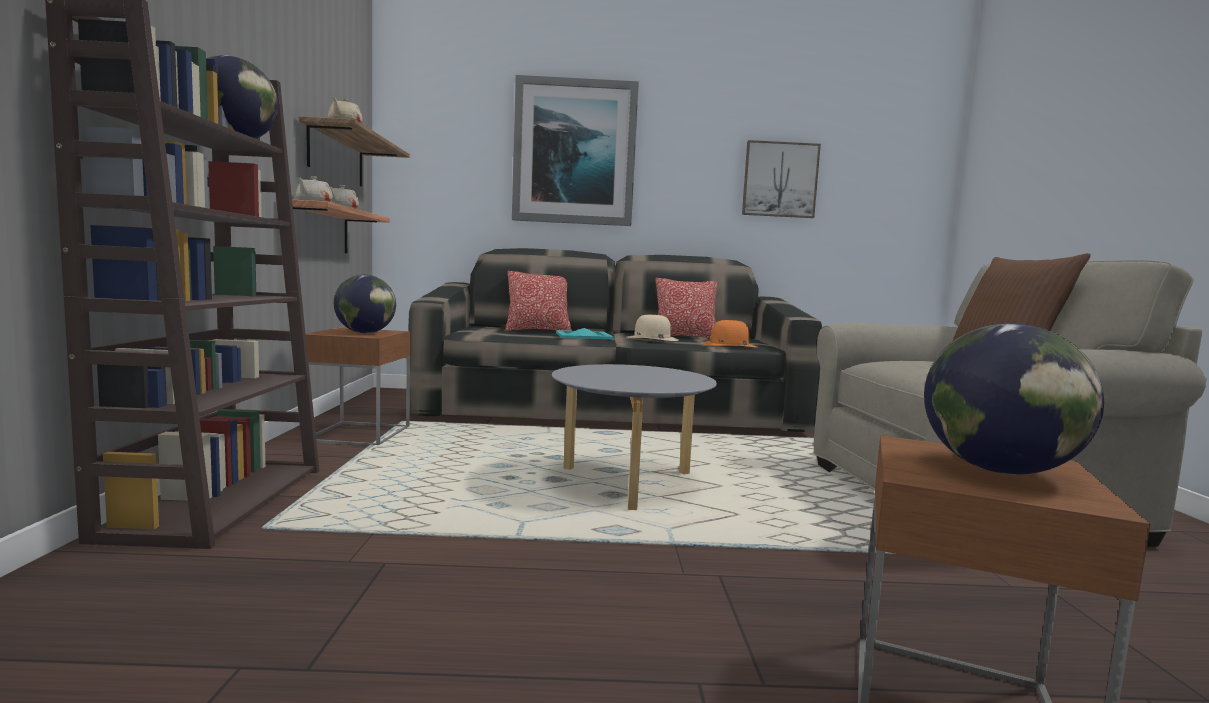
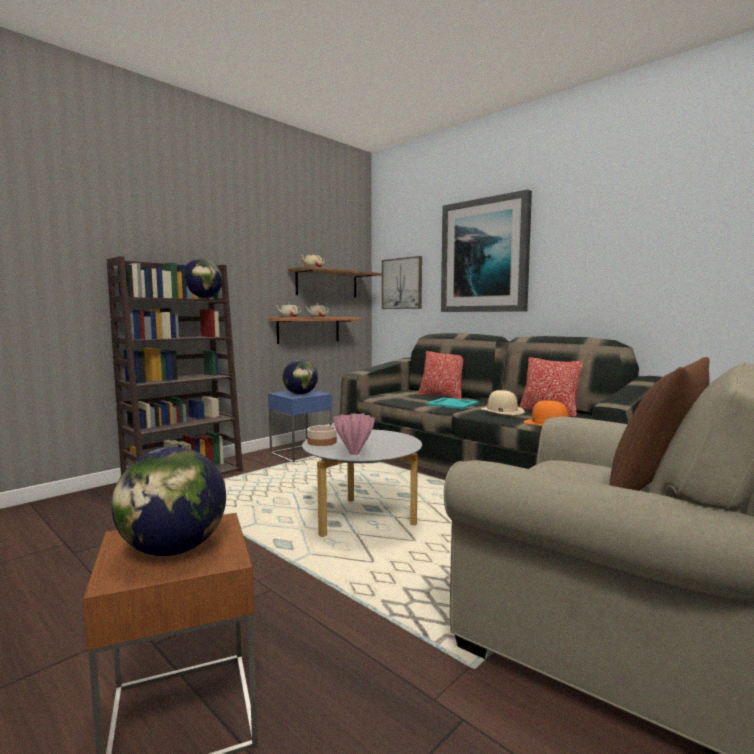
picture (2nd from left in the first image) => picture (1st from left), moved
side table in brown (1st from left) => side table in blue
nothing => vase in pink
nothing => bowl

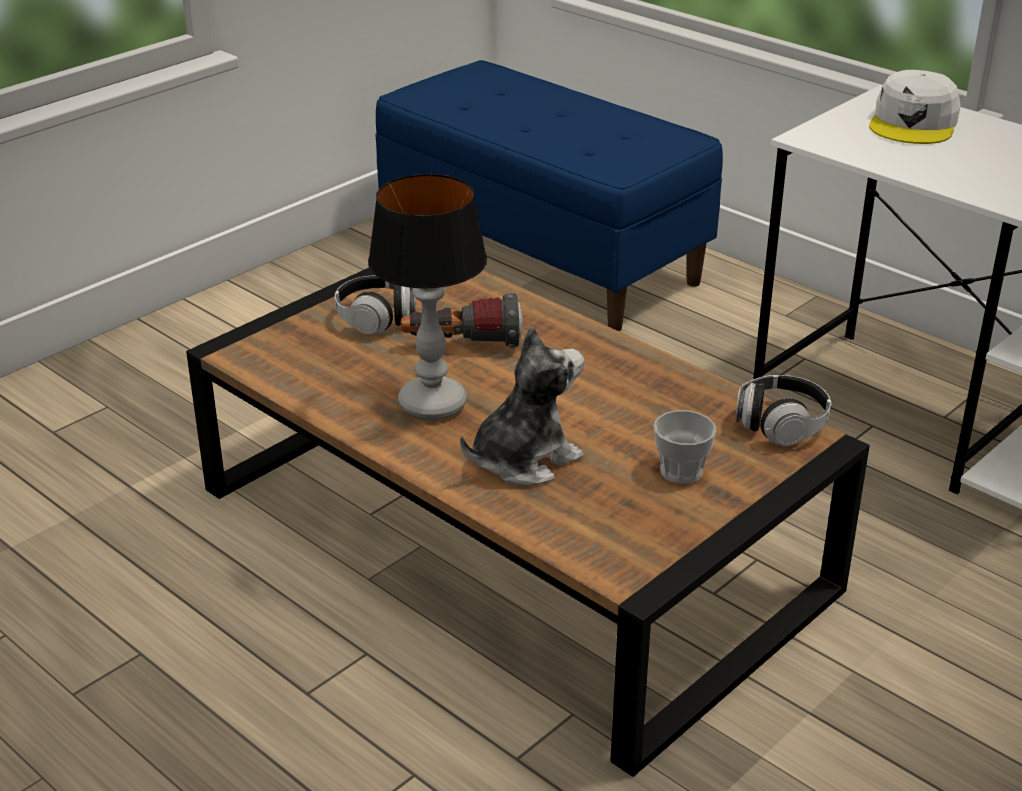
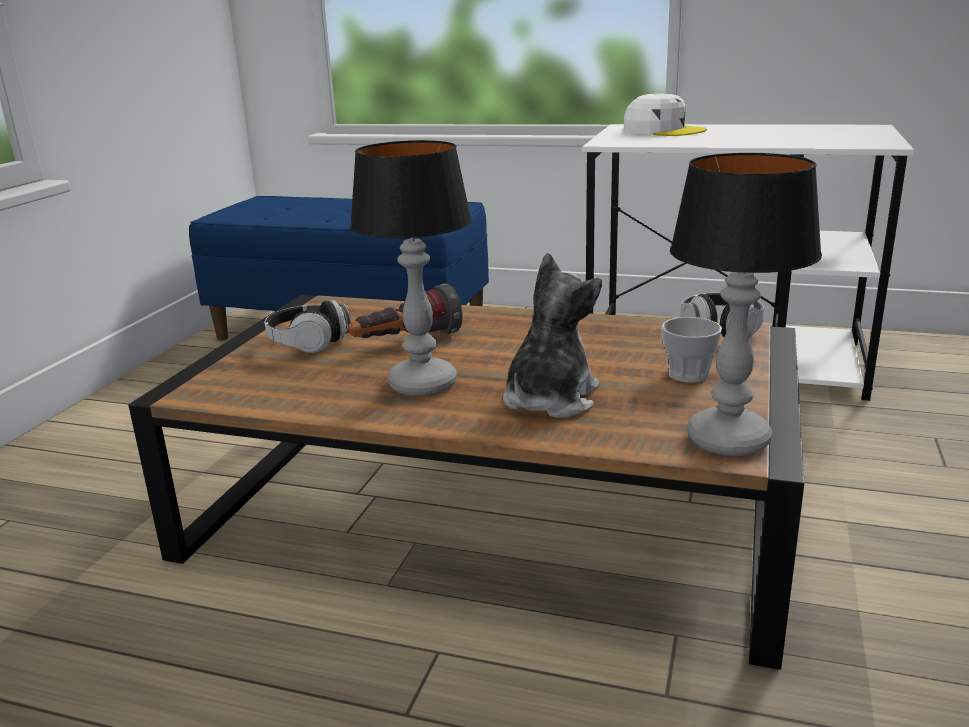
cap in white, 60 degrees counterclockwise
nothing => table lamp (2nd from left)

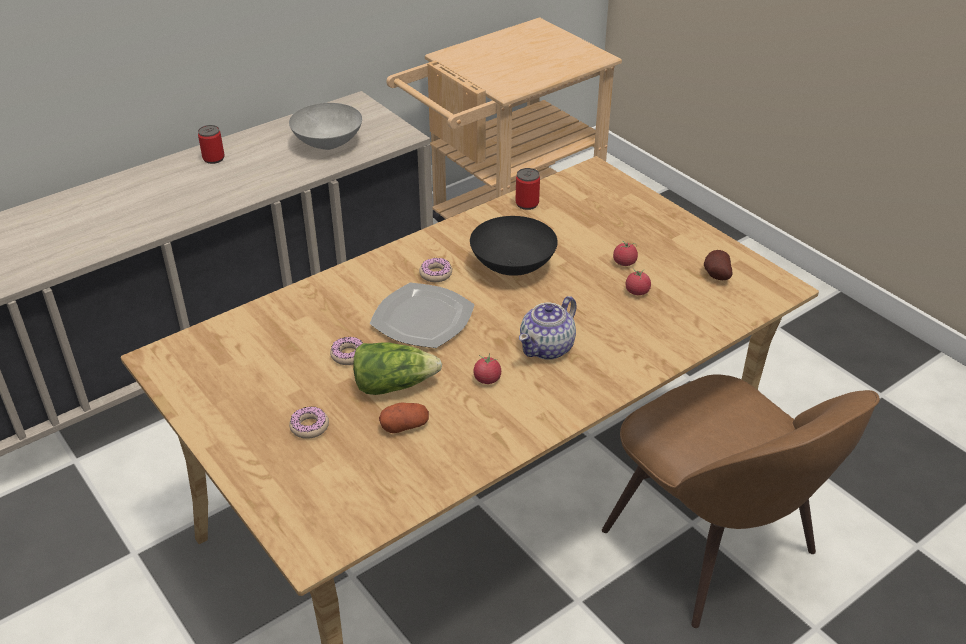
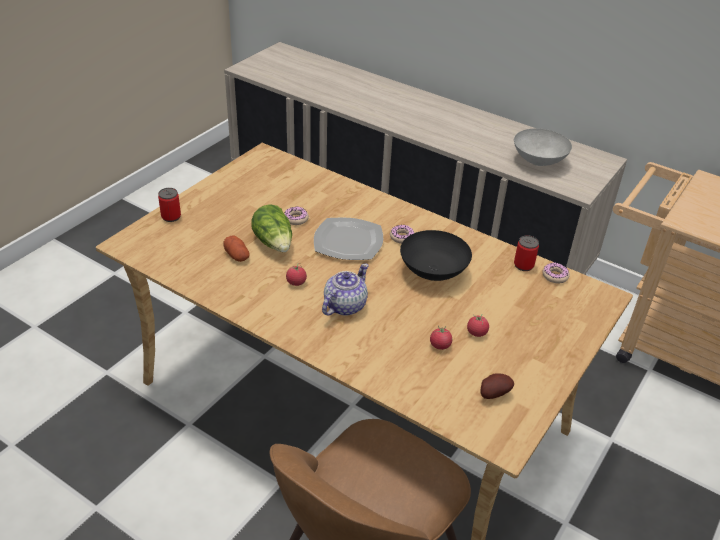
can (1st from left), moved
teapot, 105 degrees clockwise
donut (1st from left in the first image) => donut (3rd from left), moved

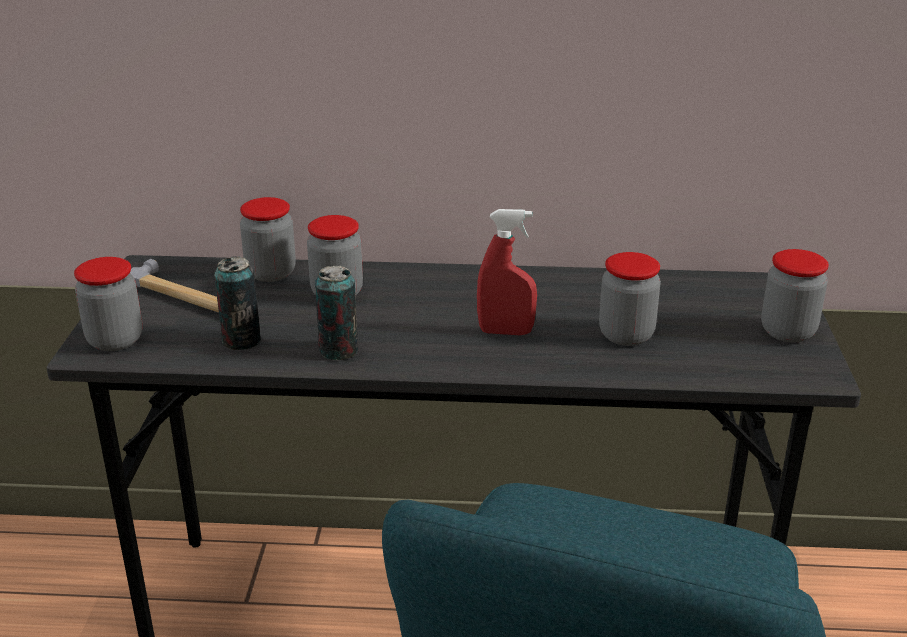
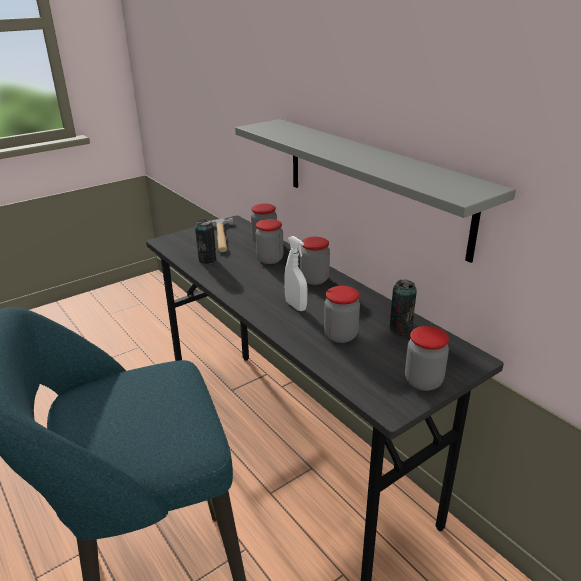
spray bottle in red => spray bottle in white
jar (1st from left in the first image) => jar (3rd from left), moved
can (2nd from left), moved
nothing => shelf in grey

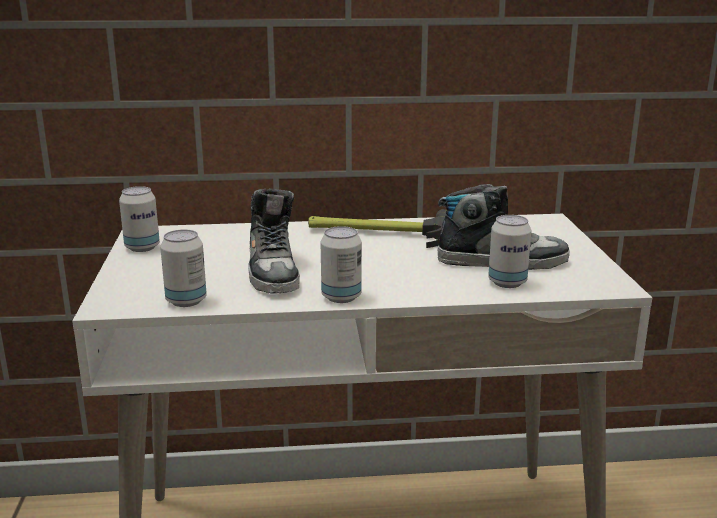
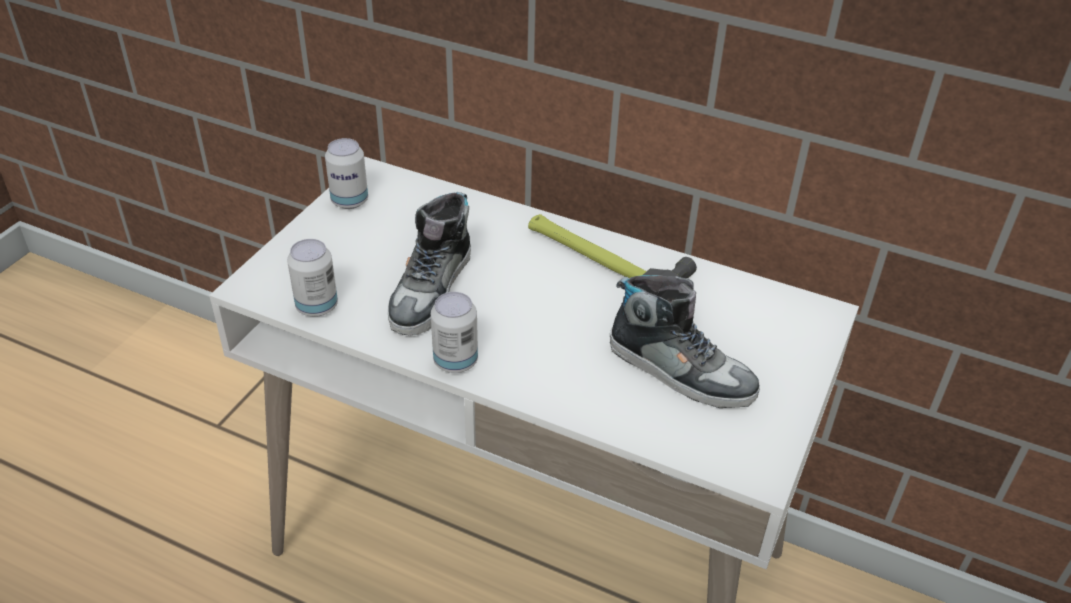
can (4th from left) => nothing

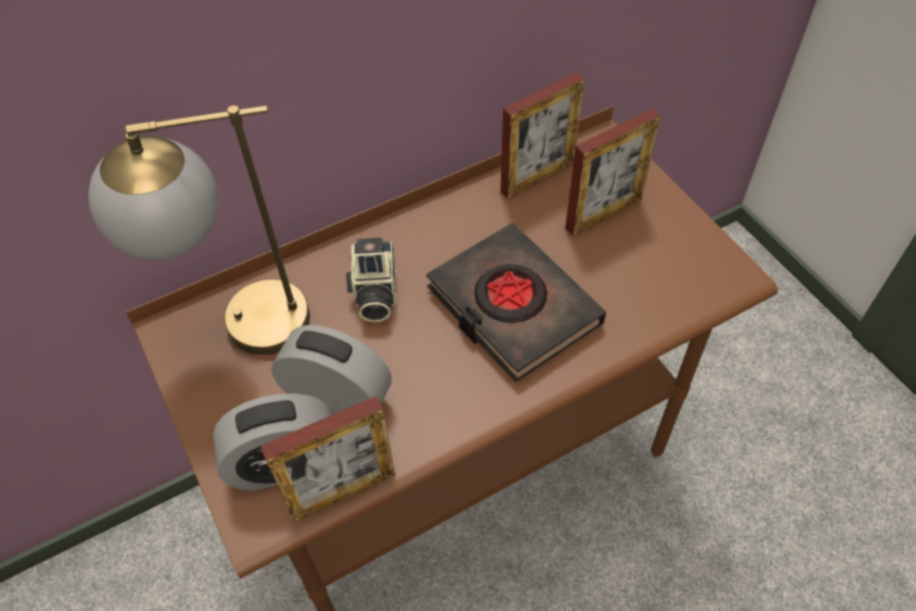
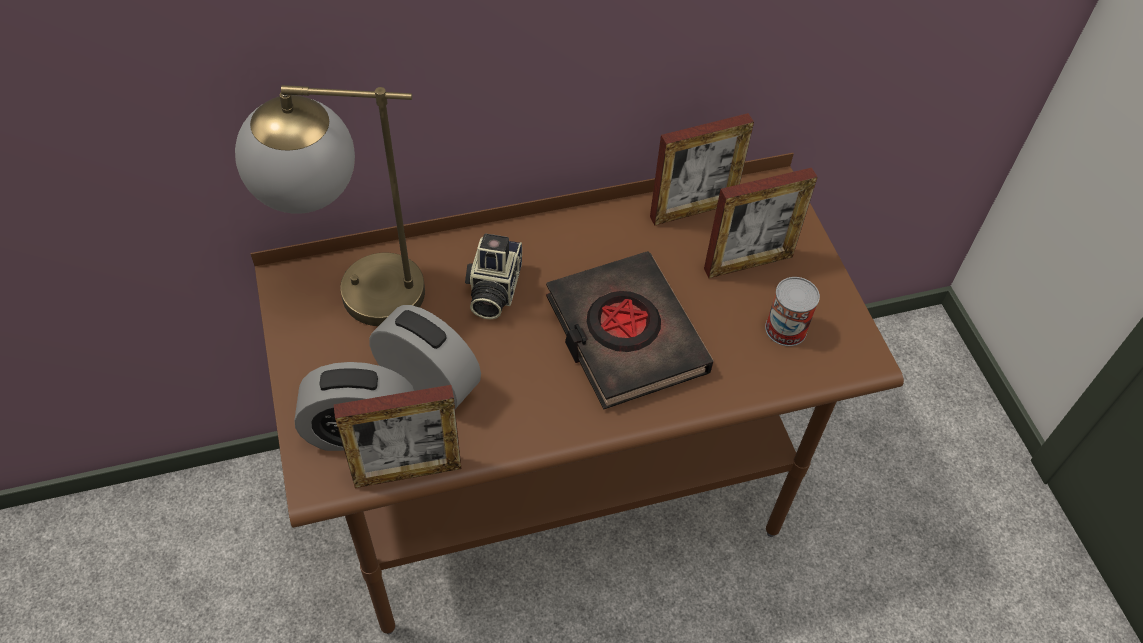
nothing => can

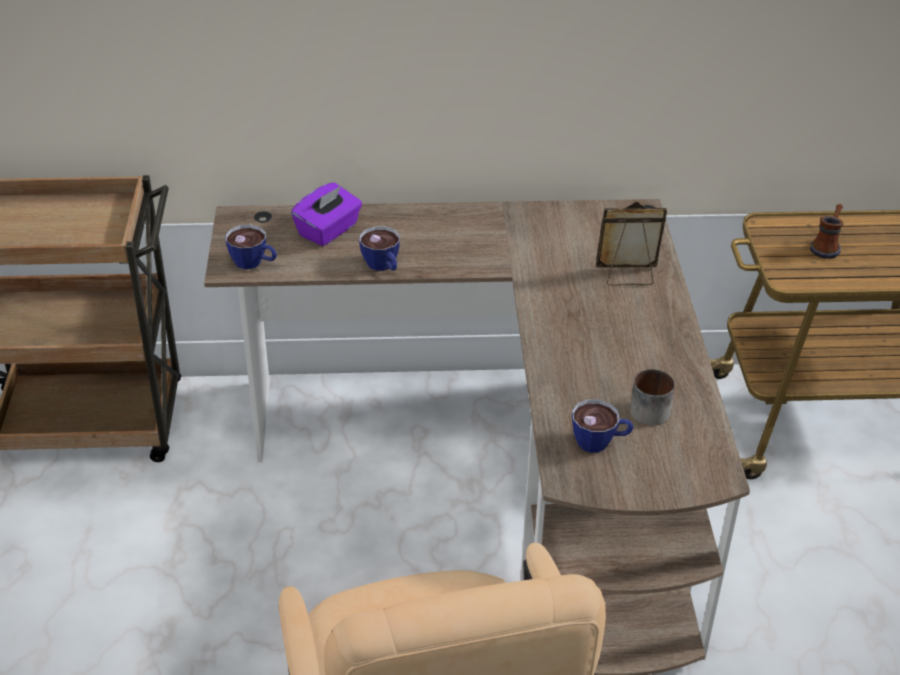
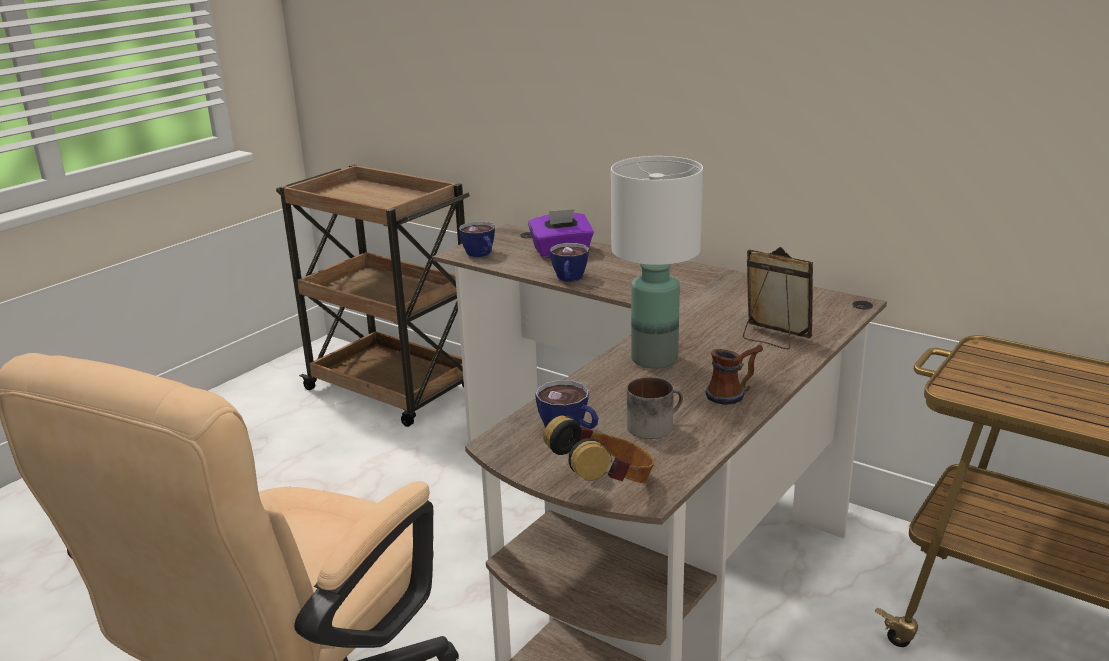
mug (2nd from left), moved
nothing => table lamp in white
nothing => headphones

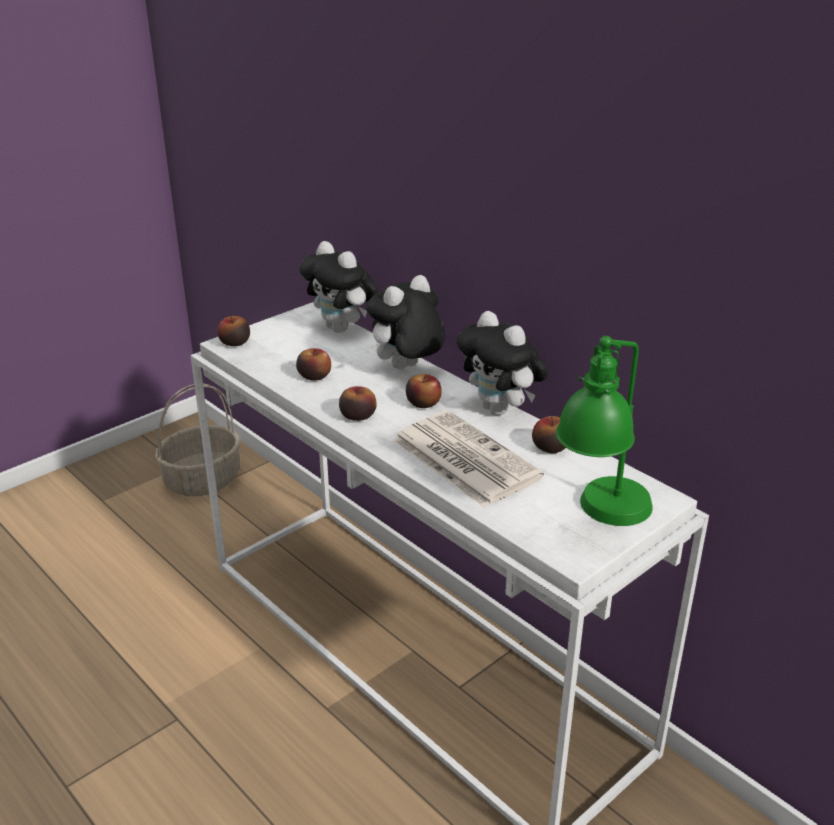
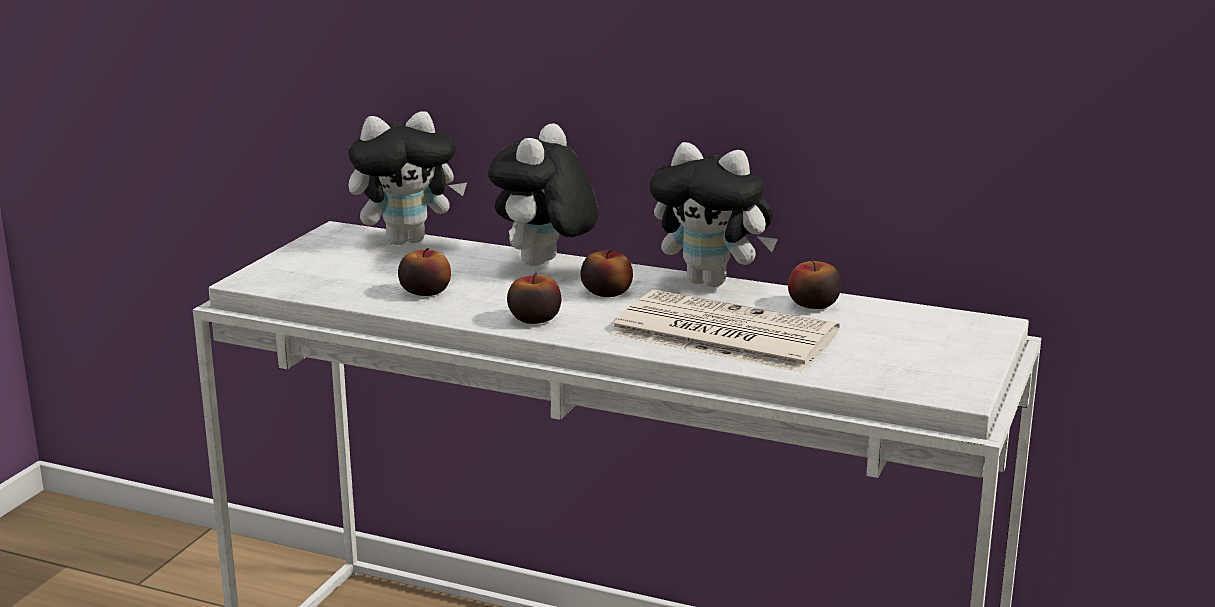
plush toy (1st from left), 45 degrees counterclockwise
apple (1st from left) => nothing
table lamp in green => nothing
basket => nothing

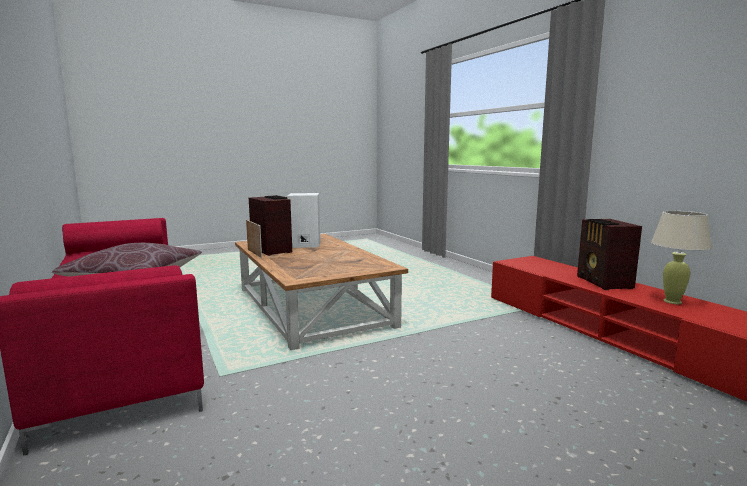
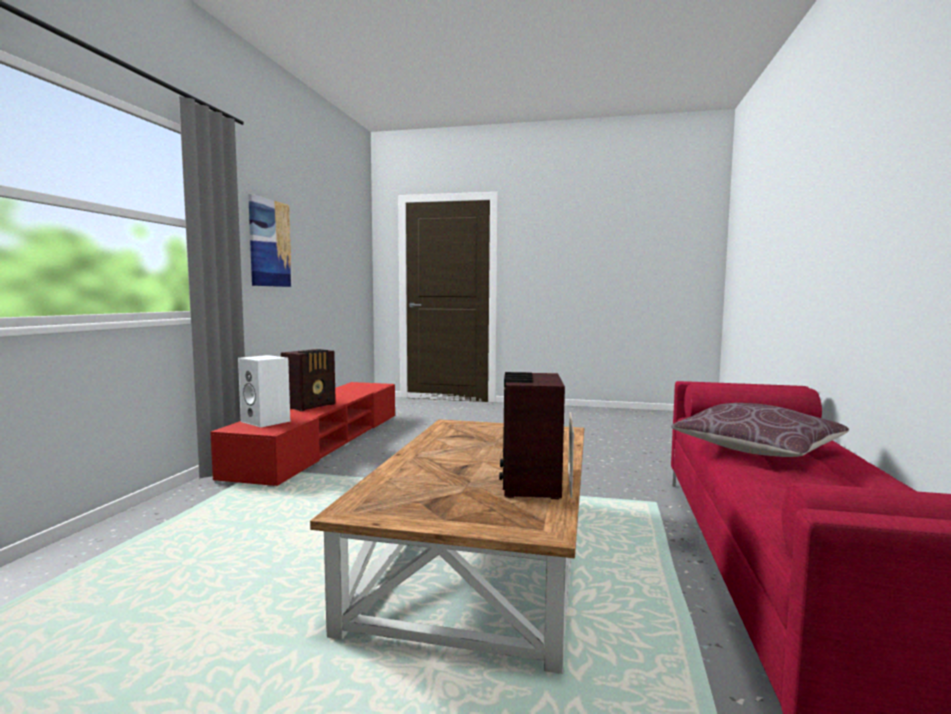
speaker in white, moved
table lamp in beige => nothing
nothing => picture

